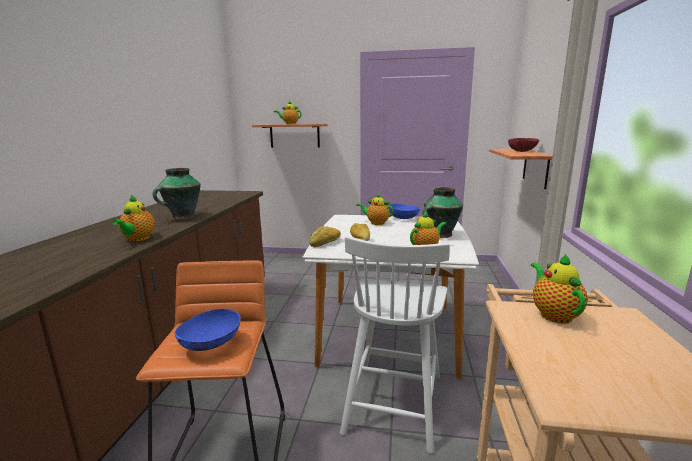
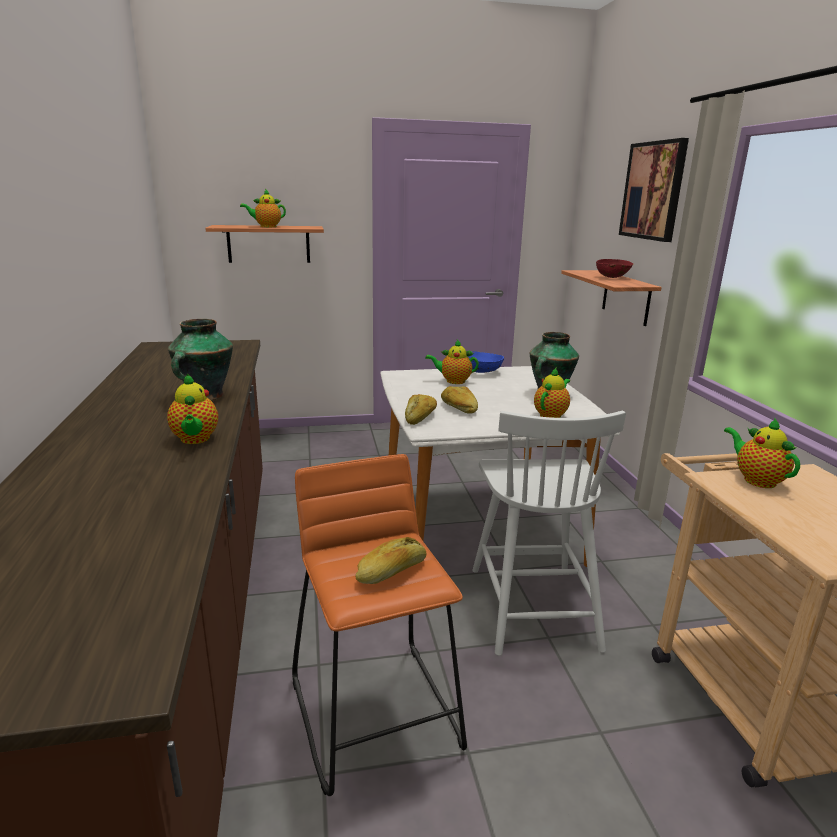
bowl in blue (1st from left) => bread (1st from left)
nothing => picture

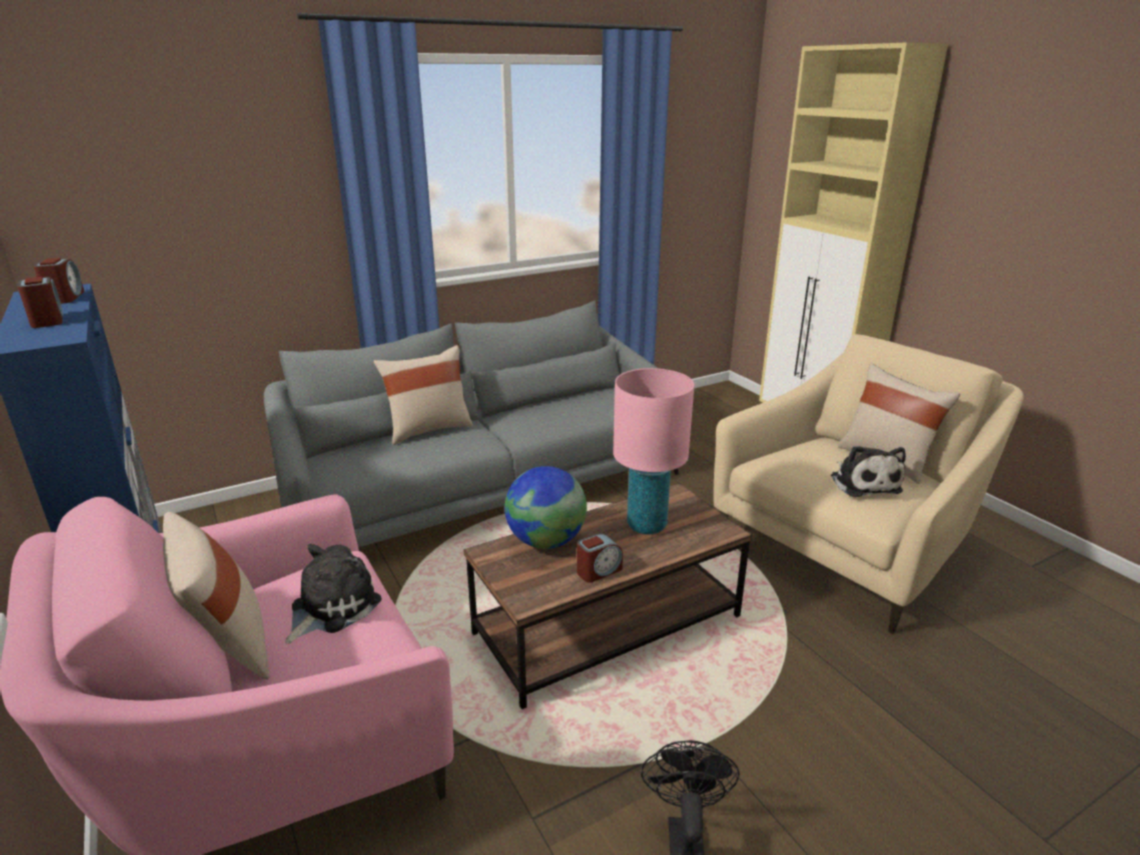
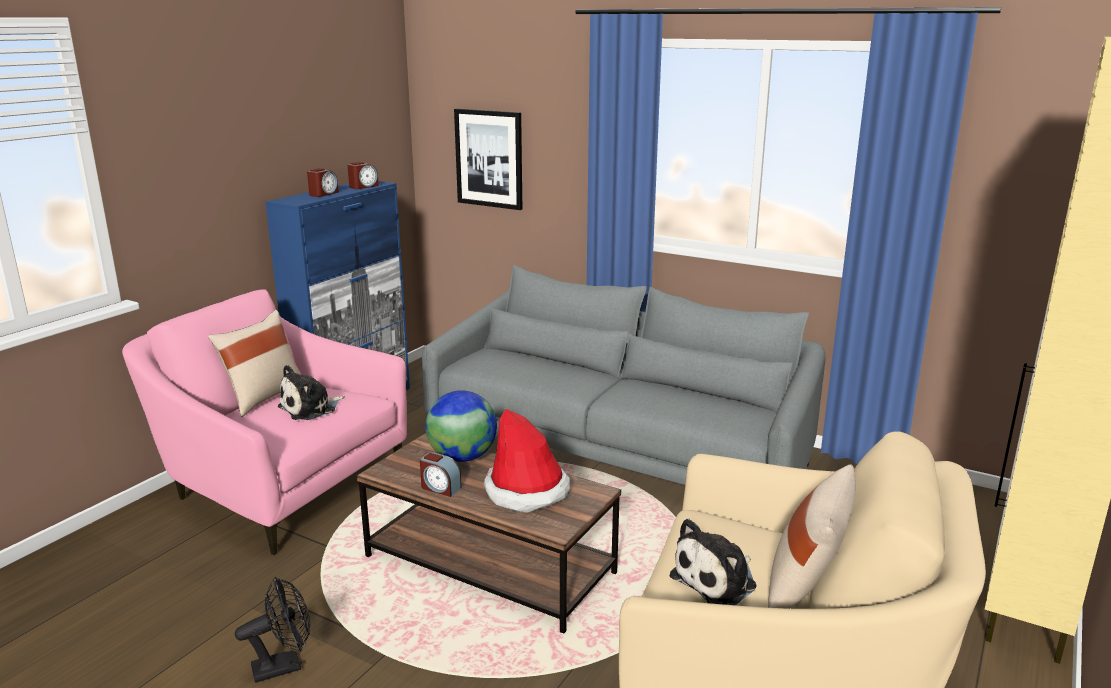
pillow in beige (2nd from left) => nothing
table lamp in pink => hat
plush toy (1st from left), 135 degrees clockwise
nothing => picture

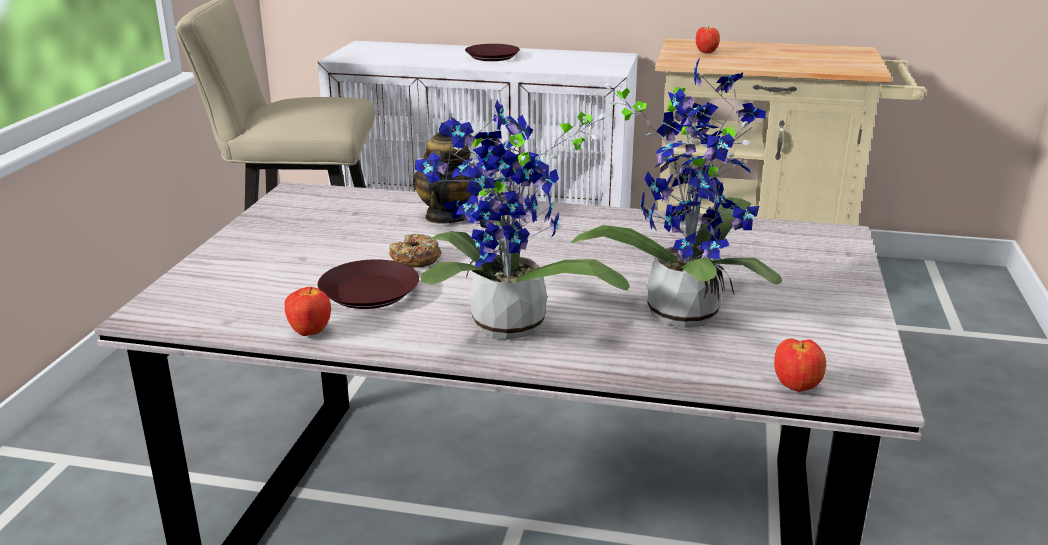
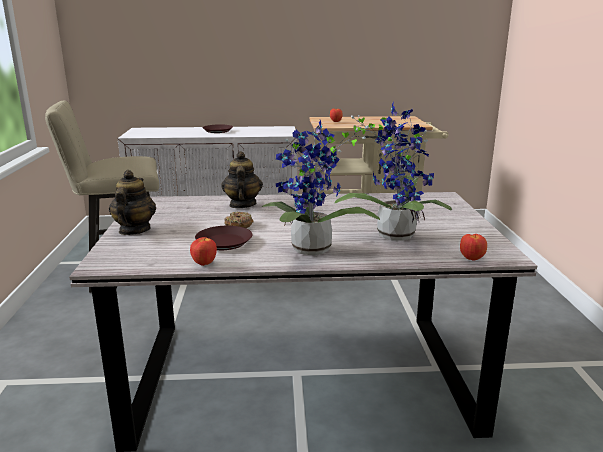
nothing => teapot (1st from left)

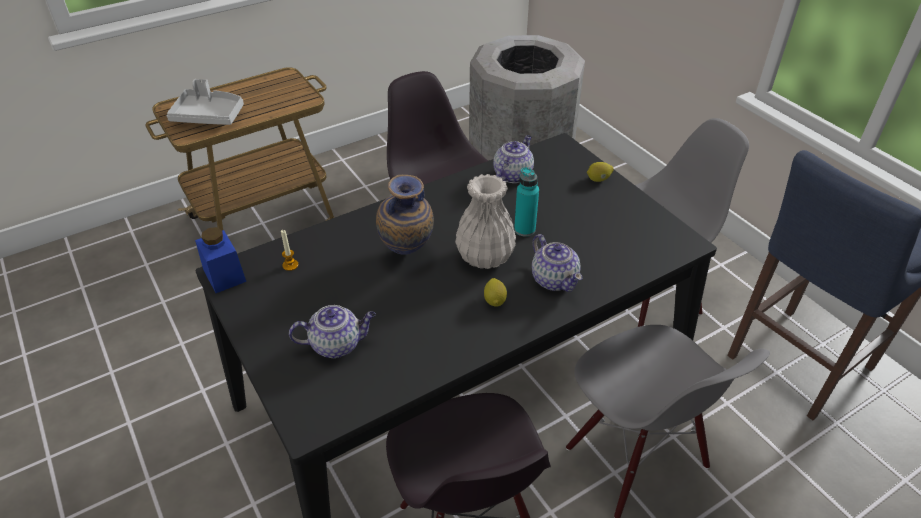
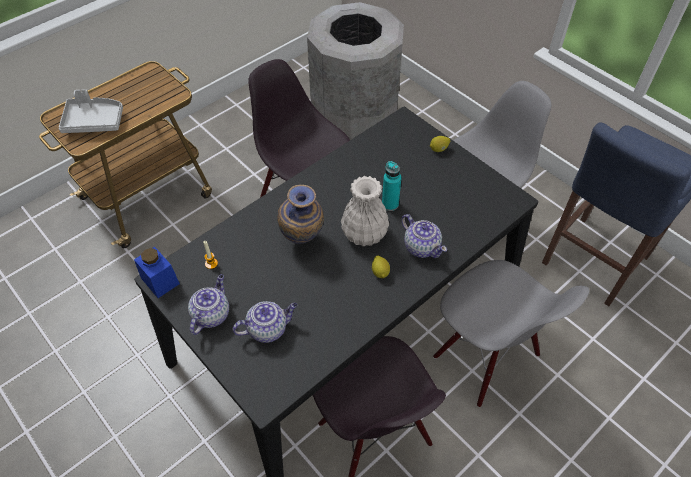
teapot (2nd from left in the first image) => teapot (1st from left), moved

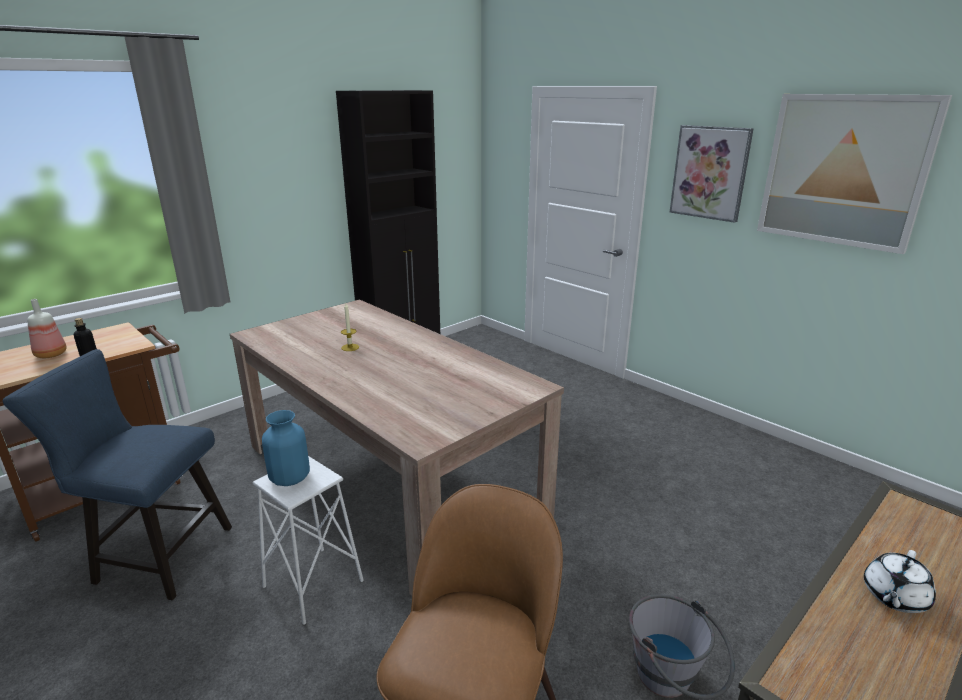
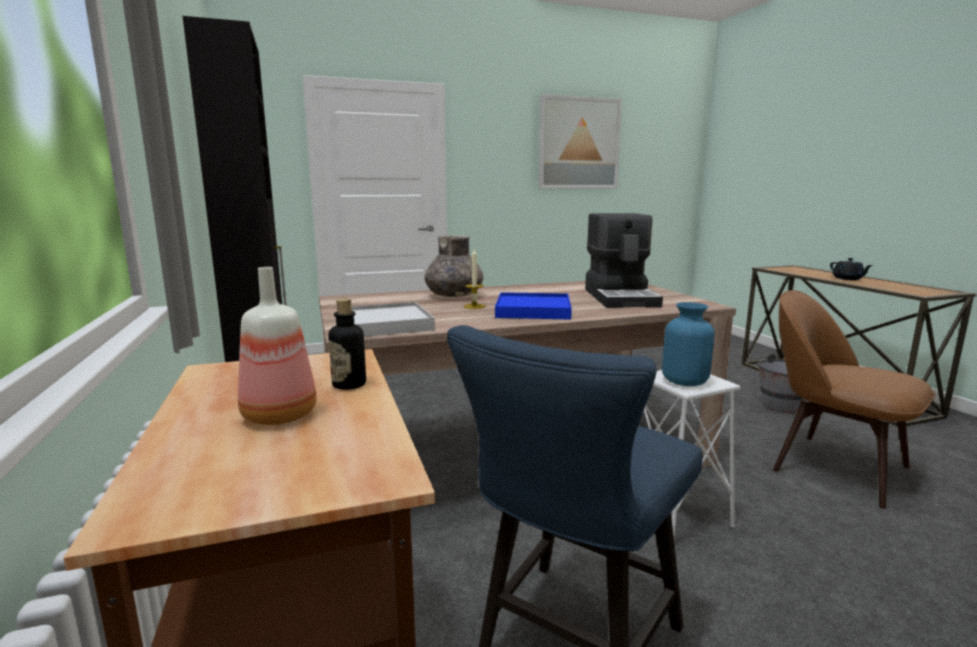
picture (1st from left) => nothing
teapot in white => teapot in black
nothing => coffee machine
nothing => vase in grey
nothing => tray in blue
nothing => tray in white

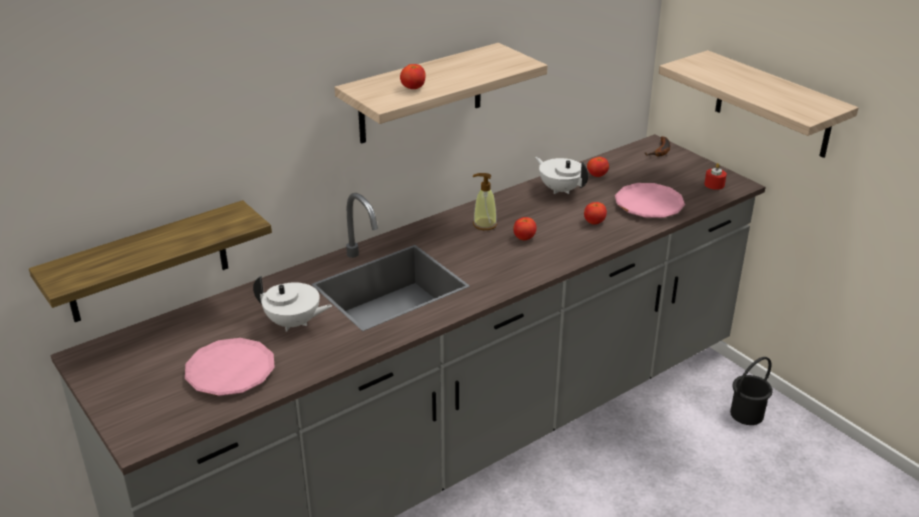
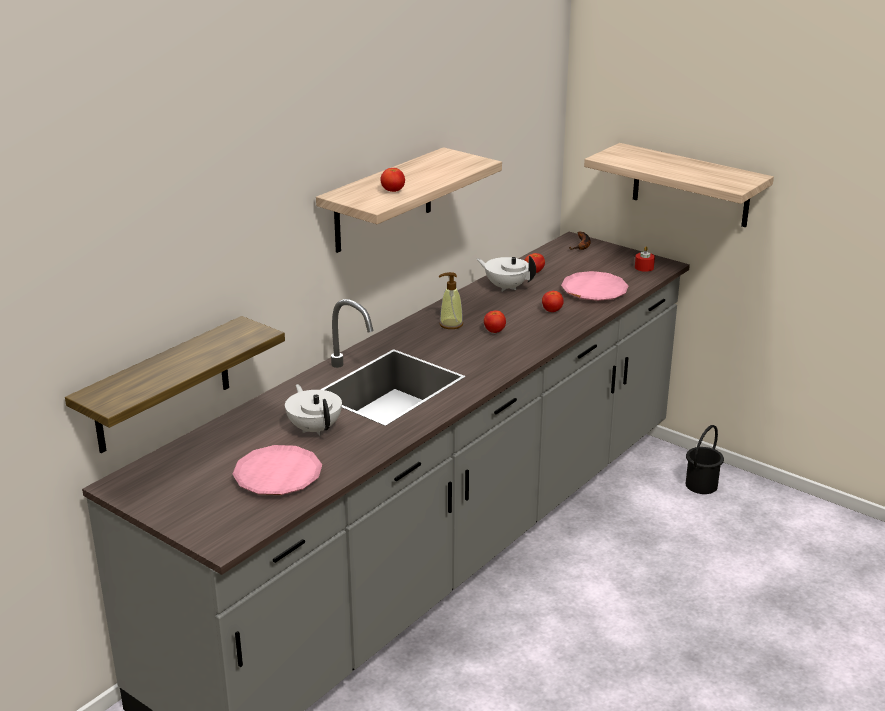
teapot in white (1st from left), 120 degrees counterclockwise

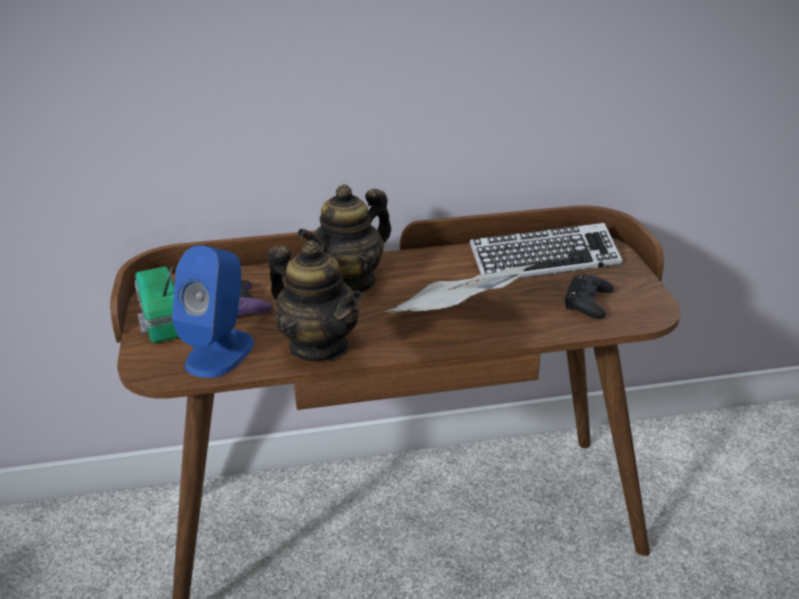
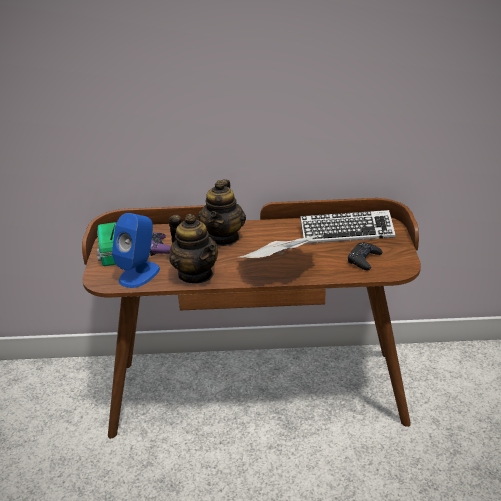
teapot (2nd from left), 45 degrees counterclockwise

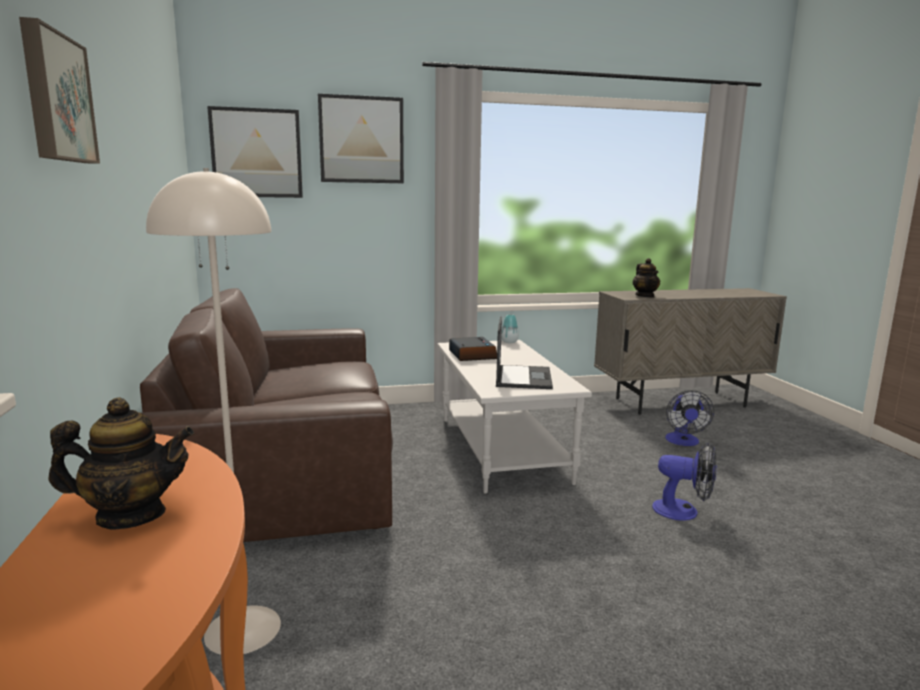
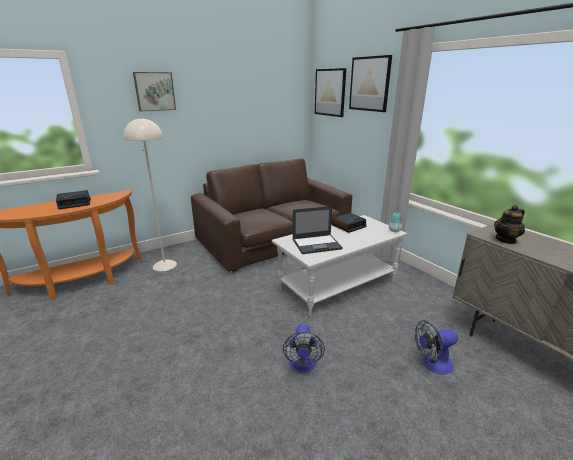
teapot (1st from left) => alarm clock (1st from left)

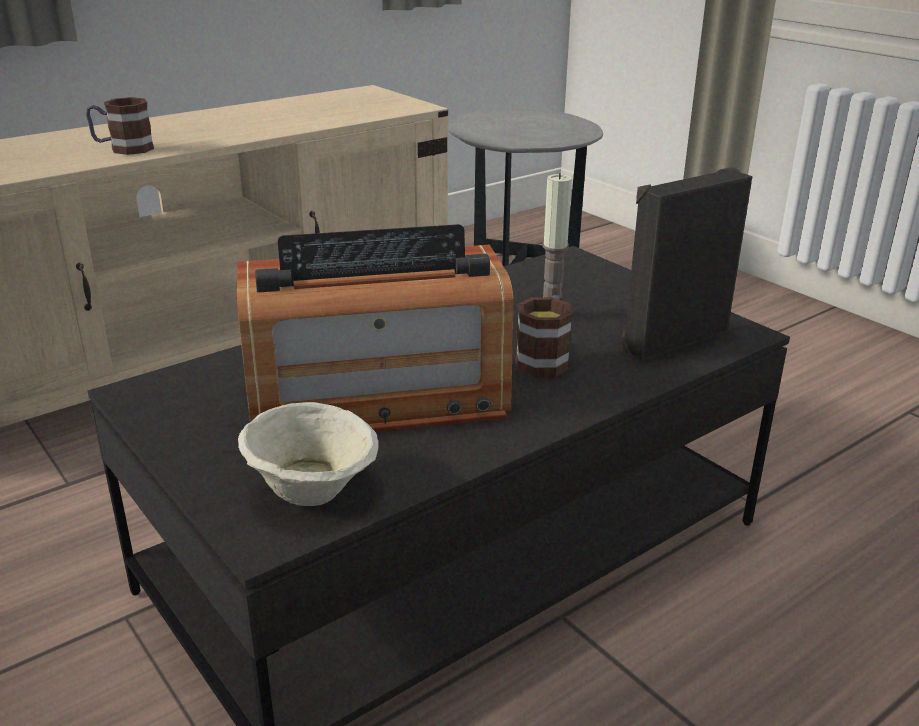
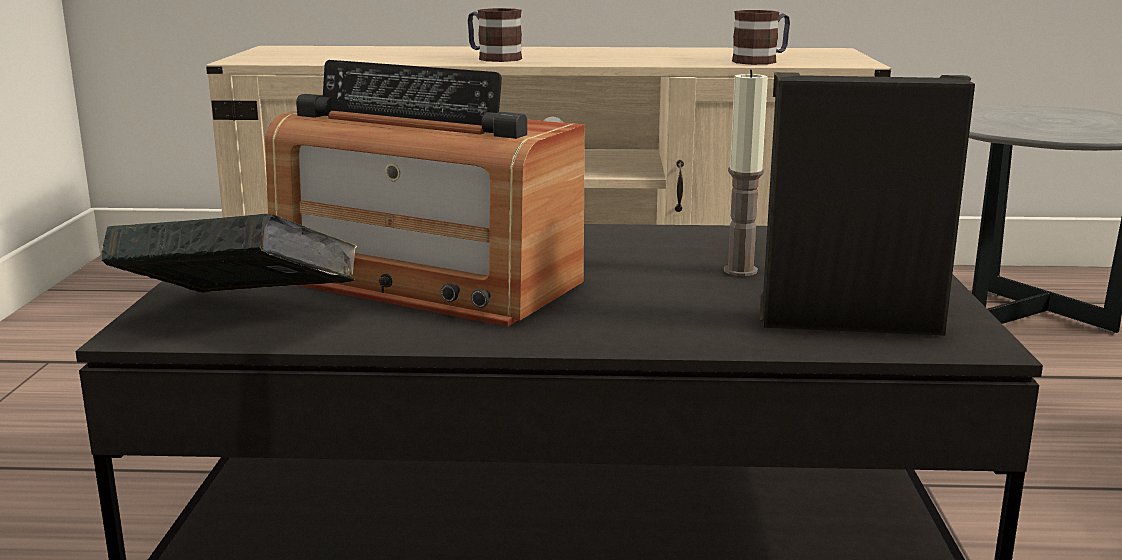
mug (2nd from left), moved
bowl in beige => book

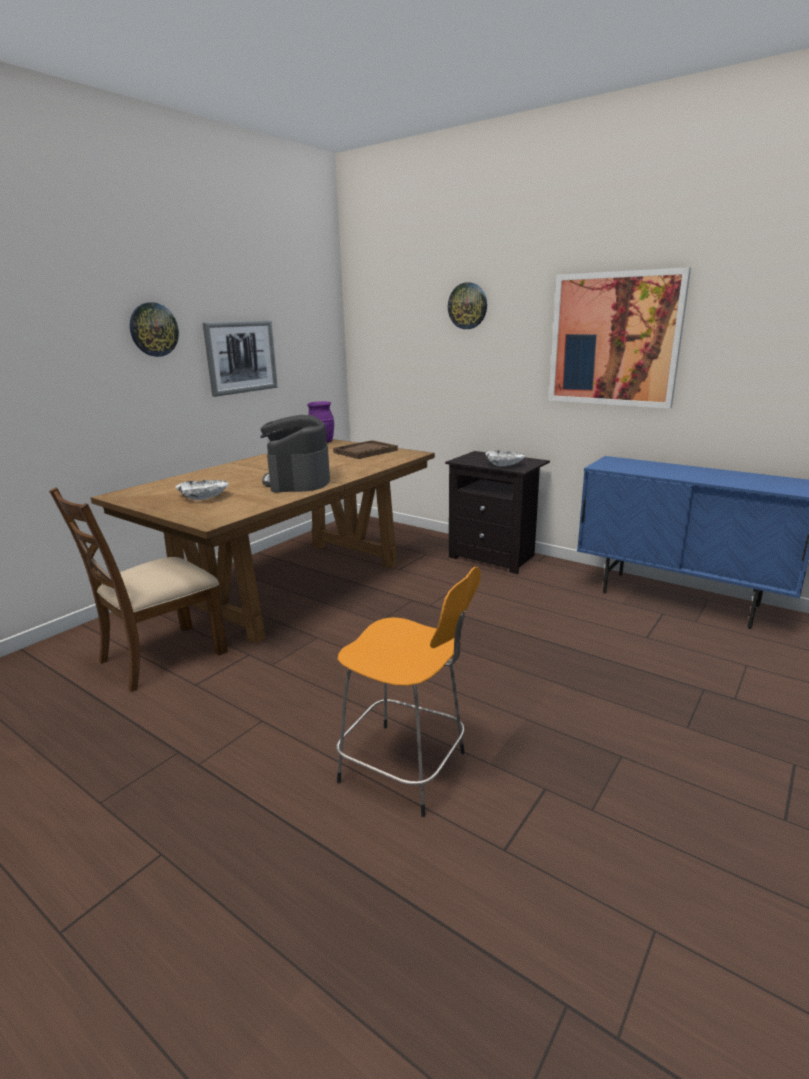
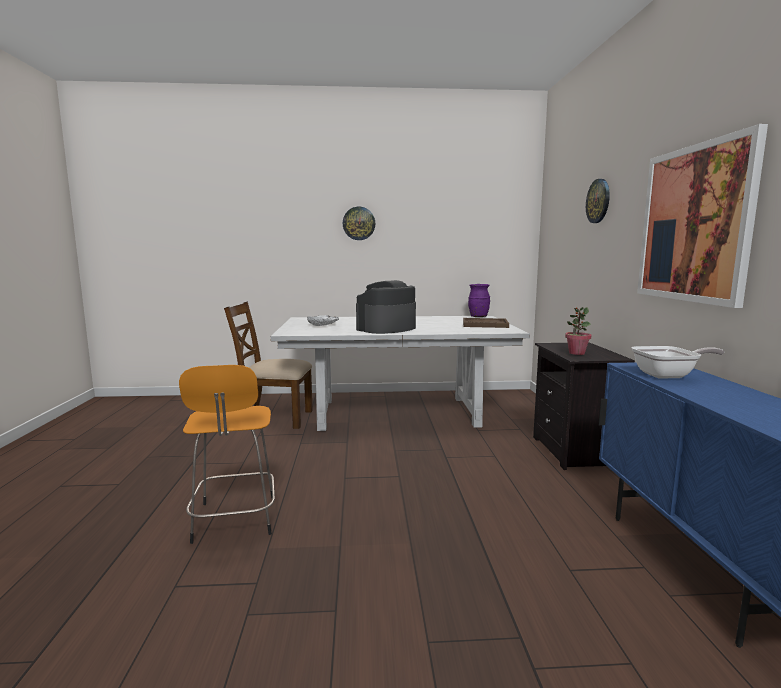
picture (1st from left) => nothing
dining table in brown => dining table in white
bowl in white (2nd from left) => potted plant
nothing => frying pan

